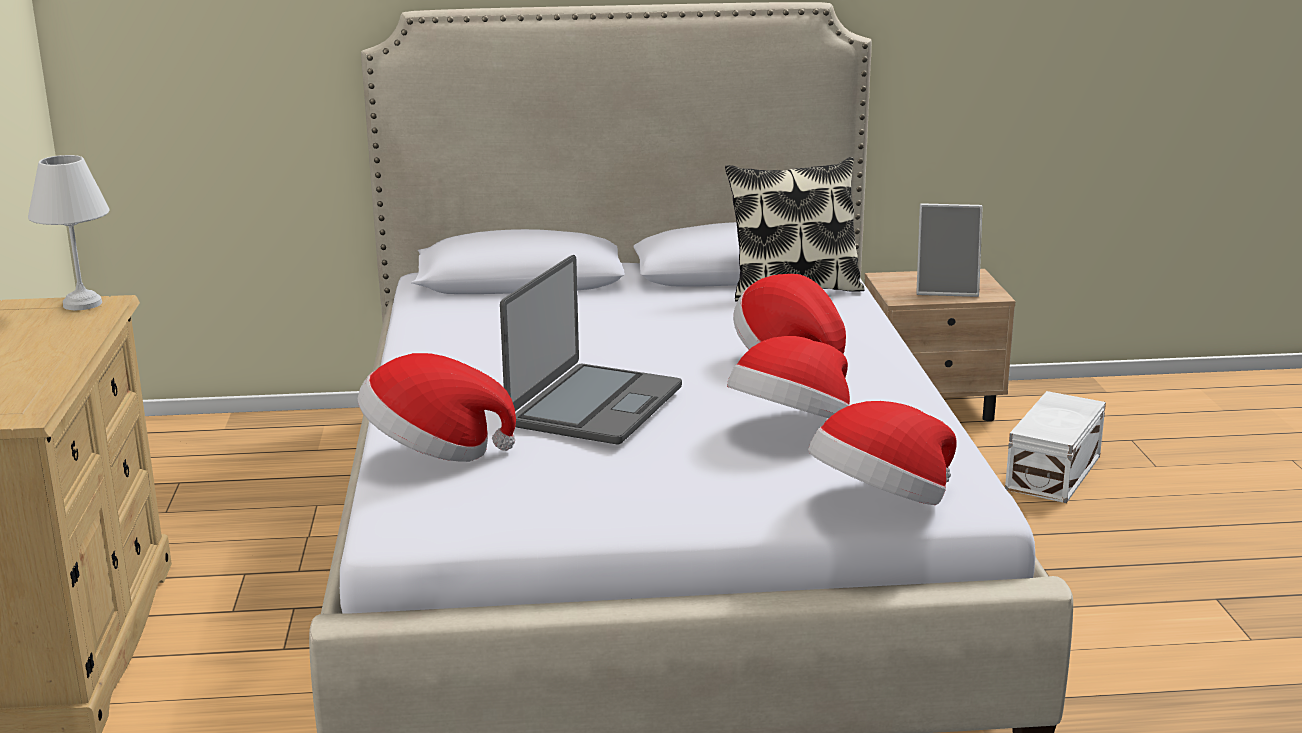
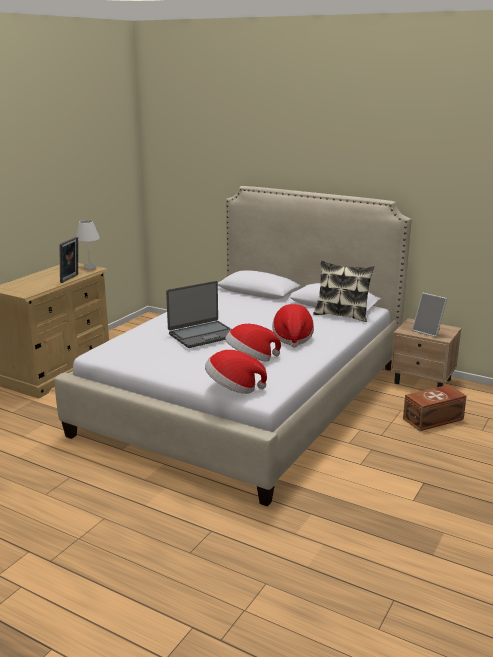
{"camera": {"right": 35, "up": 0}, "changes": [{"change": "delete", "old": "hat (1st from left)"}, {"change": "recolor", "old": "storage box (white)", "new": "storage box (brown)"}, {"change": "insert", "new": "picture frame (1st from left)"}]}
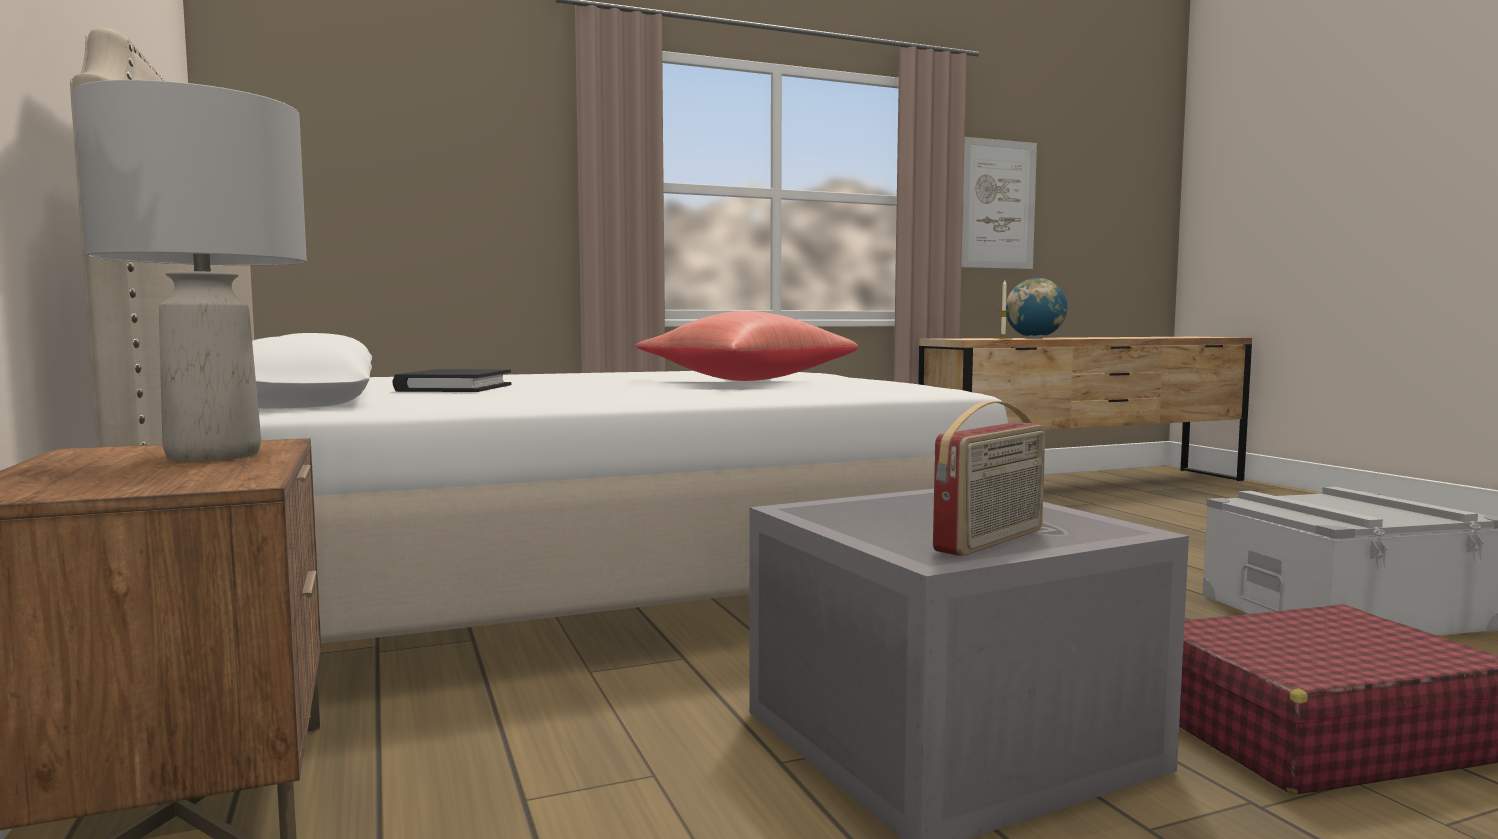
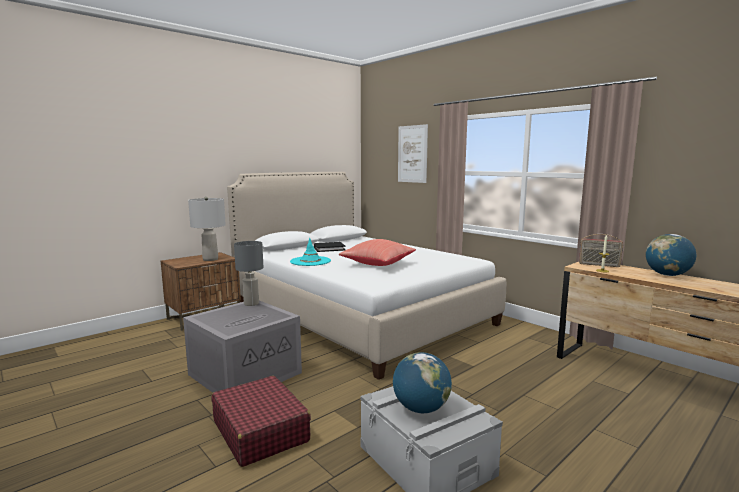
{"camera": {"right": 70, "up": 5}, "changes": [{"change": "move", "old": "radio"}, {"change": "move", "old": "picture"}, {"change": "insert", "new": "table lamp (grey) (2nd from left)"}, {"change": "insert", "new": "hat (turquoise)"}, {"change": "insert", "new": "globe (1st from left)"}]}
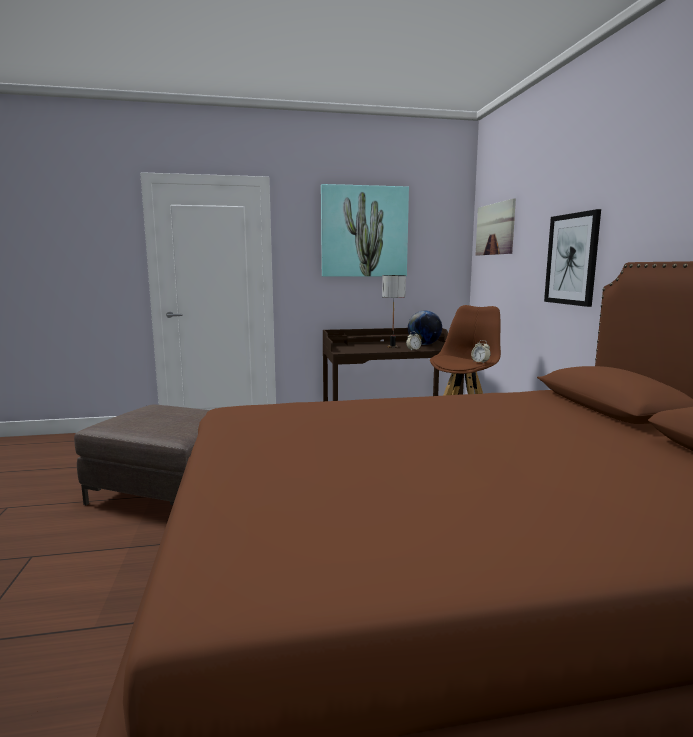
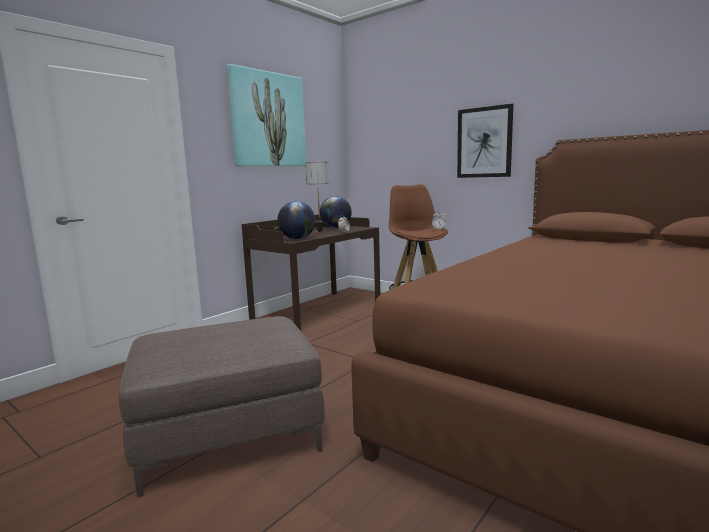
{"camera": {"right": -40, "up": 0}, "changes": [{"change": "delete", "old": "picture (2nd from left)"}, {"change": "insert", "new": "globe (1st from left)"}]}
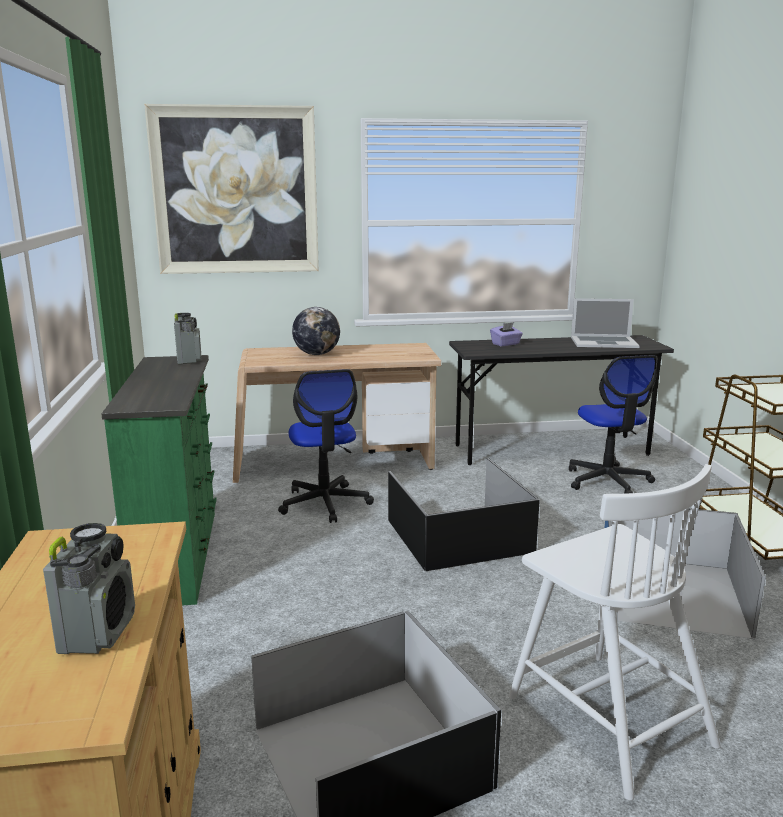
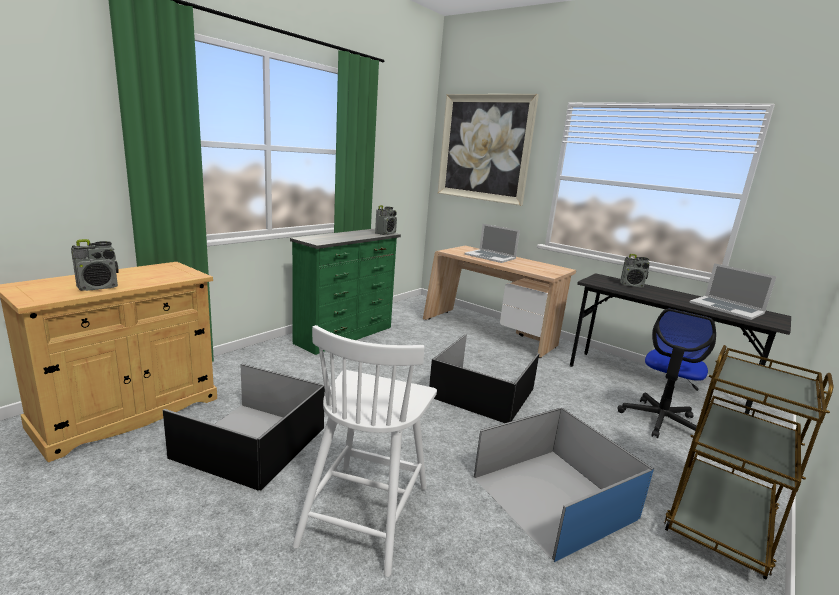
{"camera": {"right": 45, "up": 0}, "changes": [{"change": "delete", "old": "office chair (1st from left)"}, {"change": "replace", "old": "globe", "new": "laptop (1st from left)"}, {"change": "replace", "old": "tissue box (purple)", "new": "radio (3rd from left)"}]}
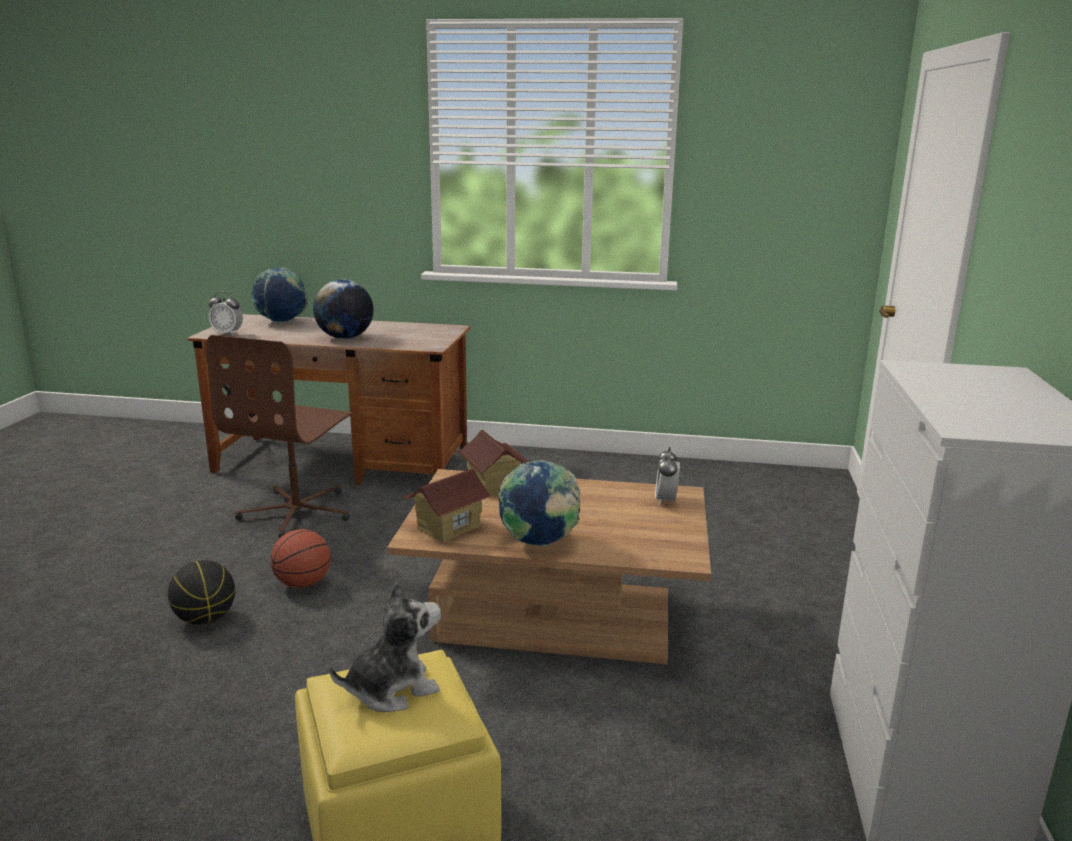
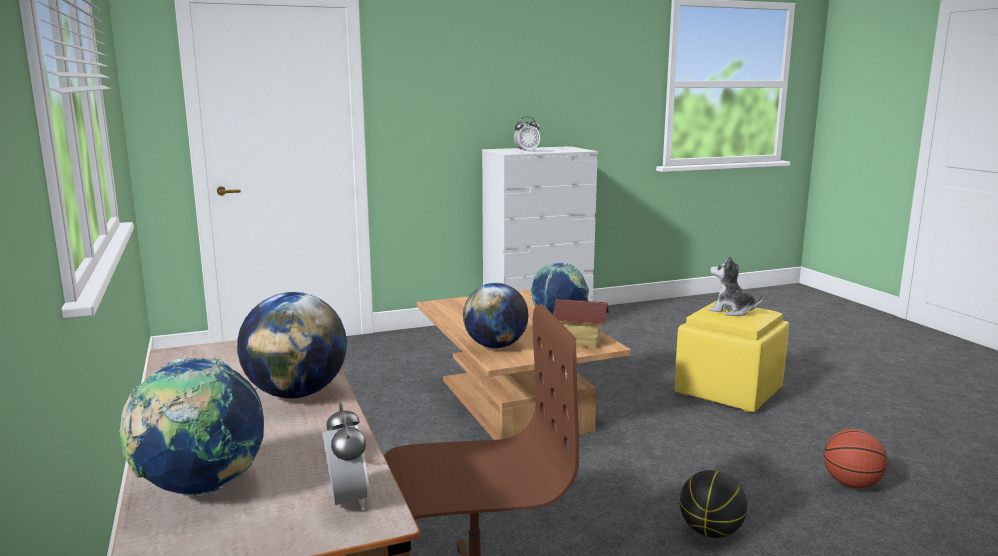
{"camera": {"right": -120, "up": -5}, "changes": [{"change": "move", "old": "basketball (2nd from left)"}, {"change": "replace", "old": "toy house (2nd from left)", "new": "globe (3rd from left)"}, {"change": "move", "old": "alarm clock (2nd from left)"}]}
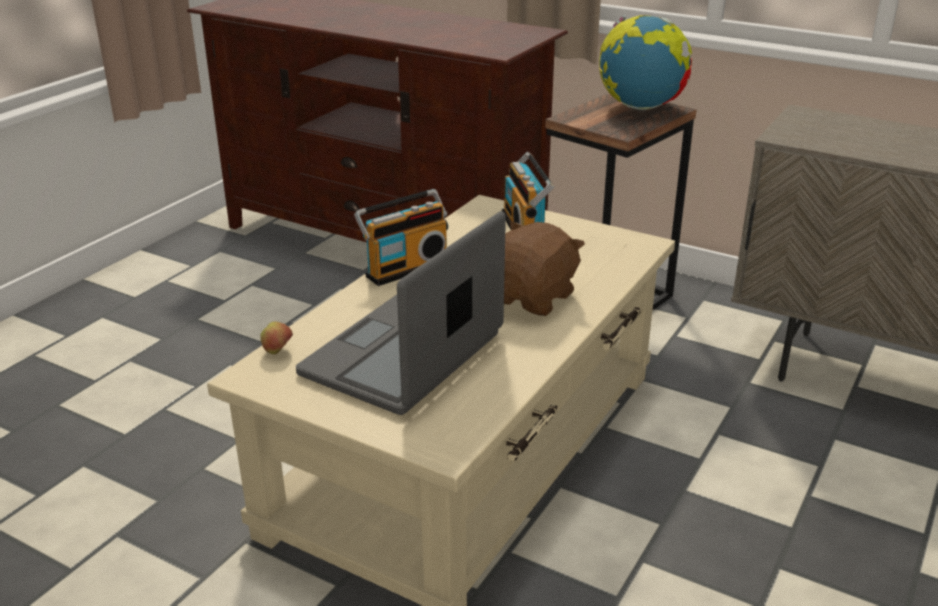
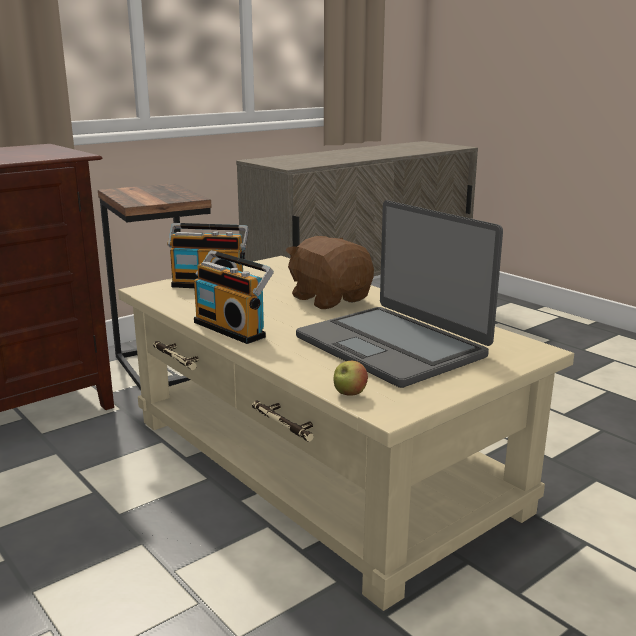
{"camera": {"right": -70, "up": -10}, "changes": [{"change": "rotate", "old": "radio (1st from left in the first image)", "degrees": 150}, {"change": "delete", "old": "globe"}]}
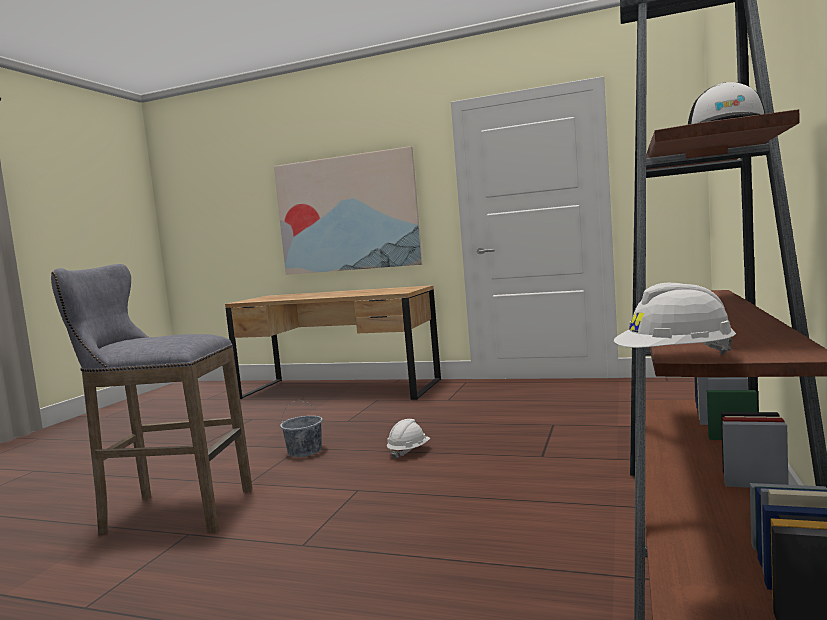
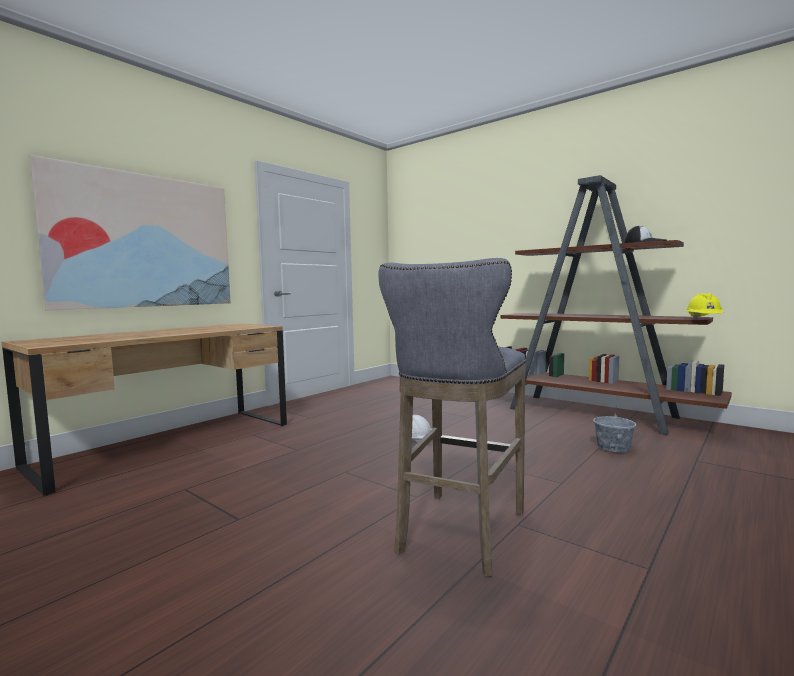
{"camera": {"right": -70, "up": 0}, "changes": [{"change": "move", "old": "bucket (grey)"}, {"change": "recolor", "old": "hard hat (white) (2nd from left)", "new": "hard hat (yellow)"}]}
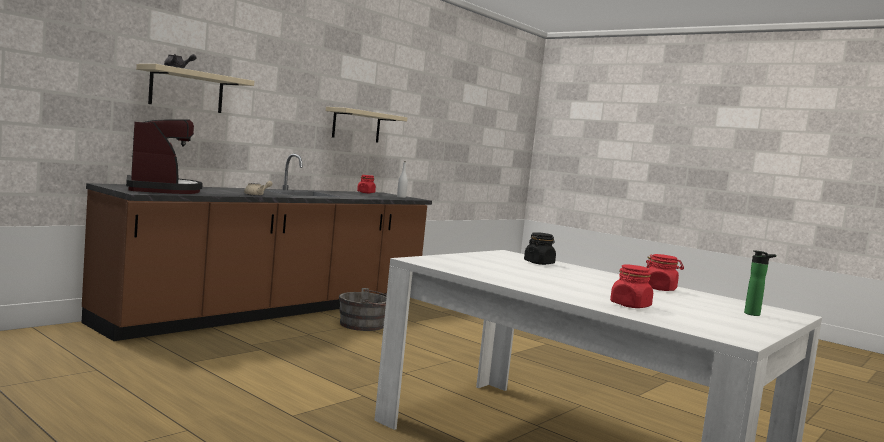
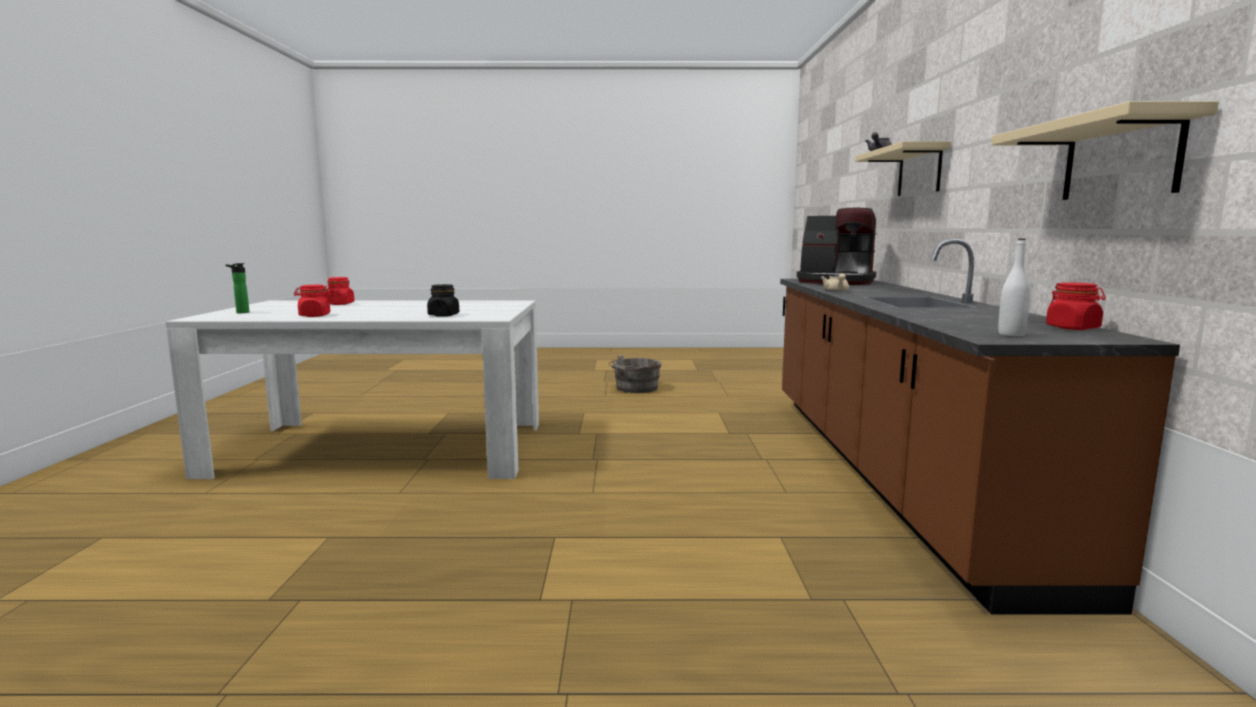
{"camera": {"right": 140, "up": 5}, "changes": [{"change": "move", "old": "bucket (grey)"}]}
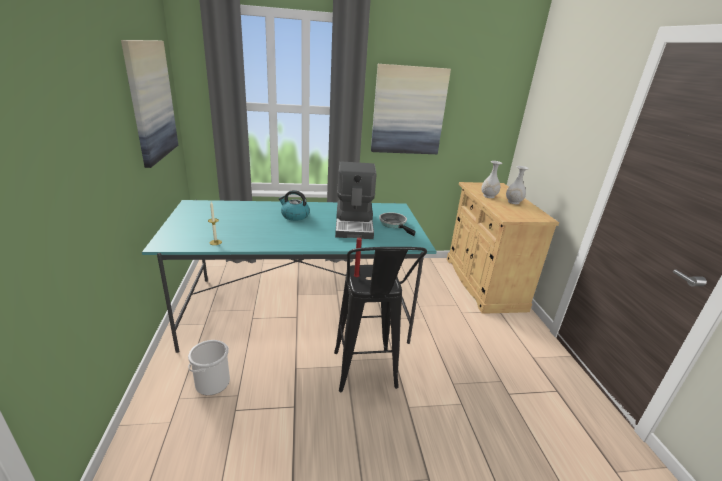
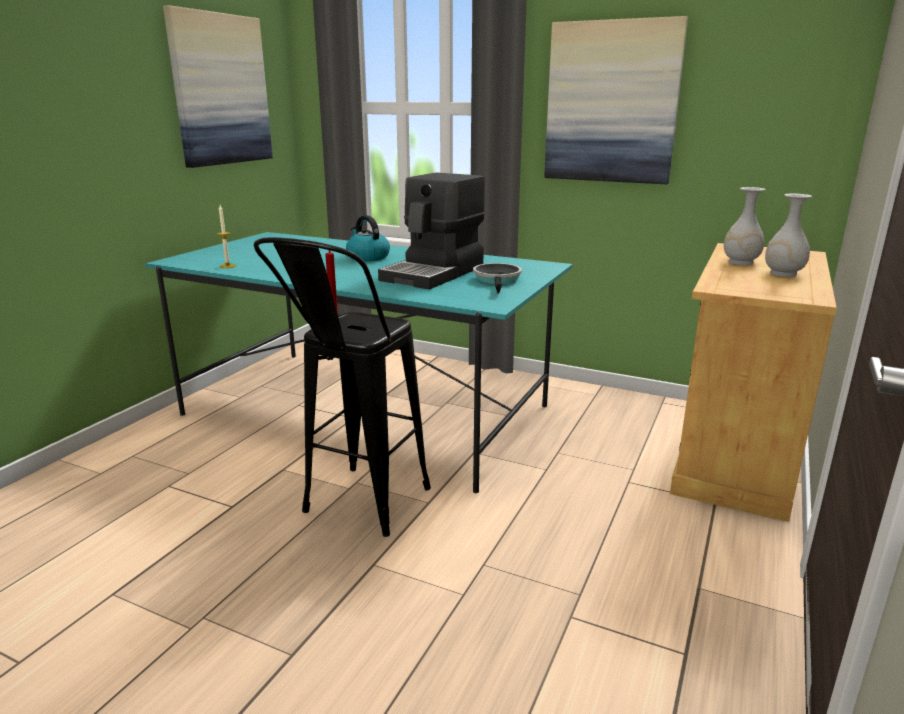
{"camera": {"right": 35, "up": -5}, "changes": [{"change": "delete", "old": "bucket"}]}
